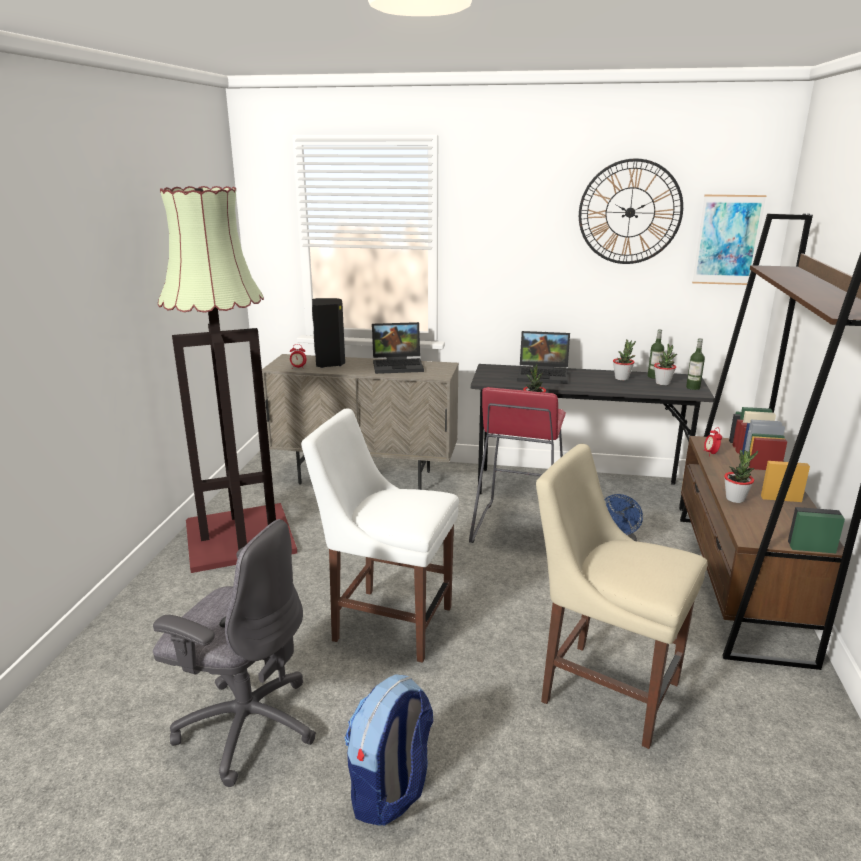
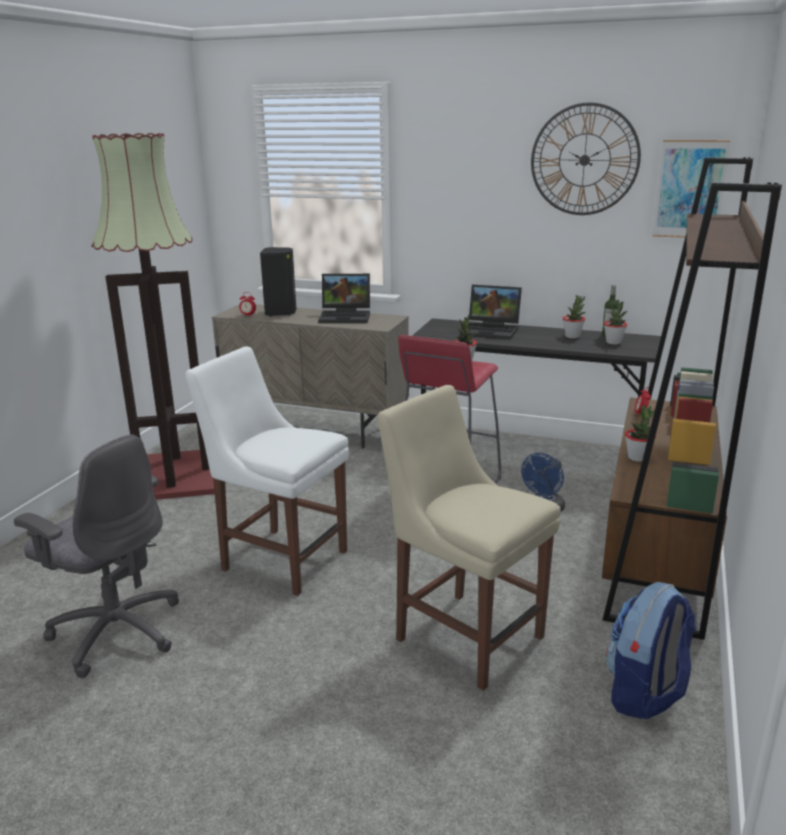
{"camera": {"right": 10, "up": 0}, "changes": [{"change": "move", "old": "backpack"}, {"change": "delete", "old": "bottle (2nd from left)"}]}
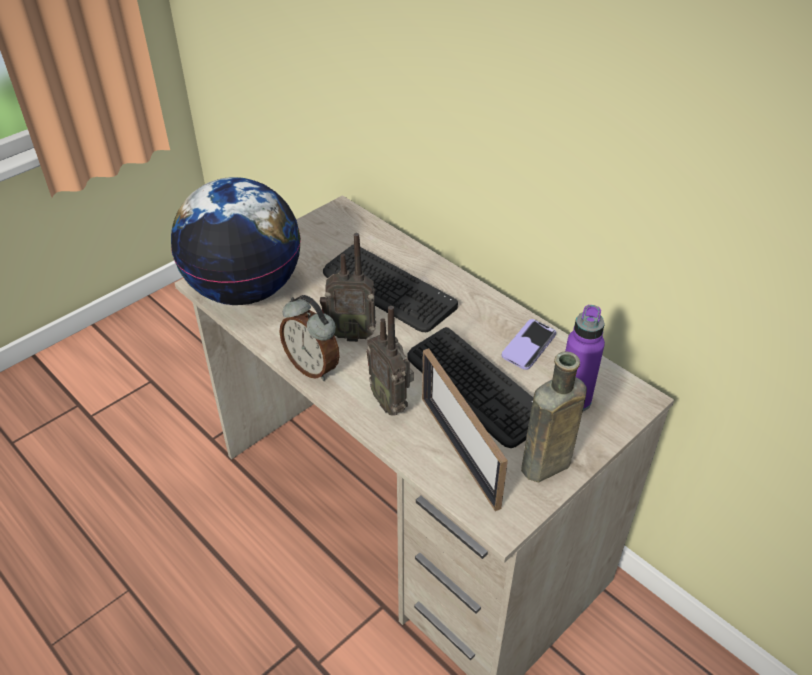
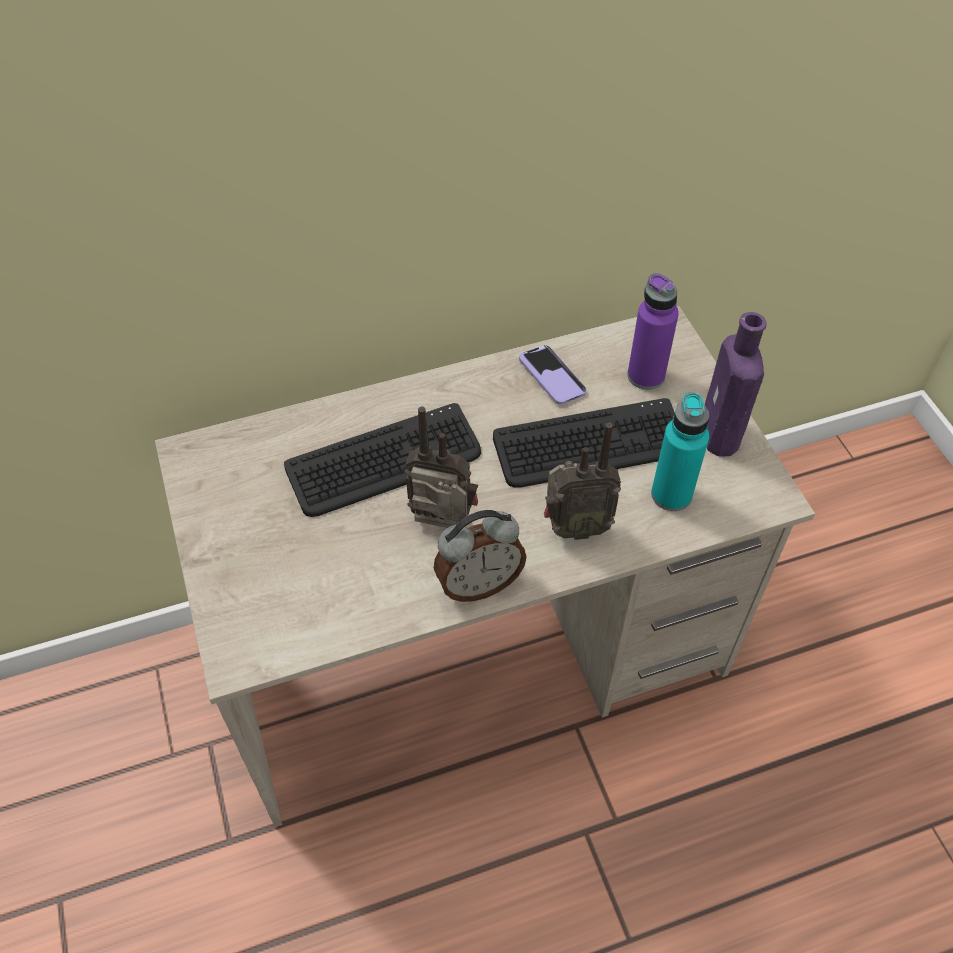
{"camera": {"right": -65, "up": 10}, "changes": [{"change": "delete", "old": "globe"}, {"change": "rotate", "old": "radio (1st from left)", "degrees": -105}, {"change": "replace", "old": "picture frame", "new": "bottle (turquoise)"}, {"change": "recolor", "old": "bottle (brown)", "new": "bottle (purple) (2nd from left)"}]}
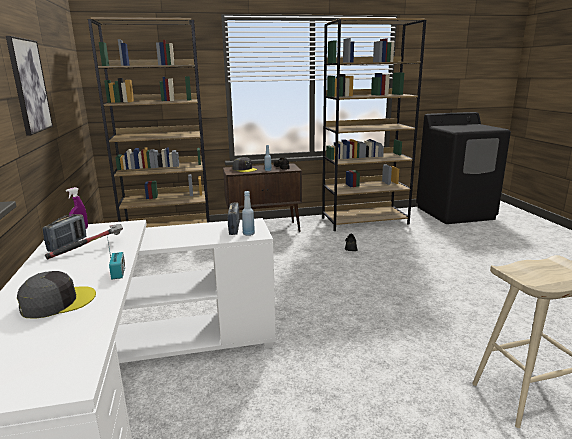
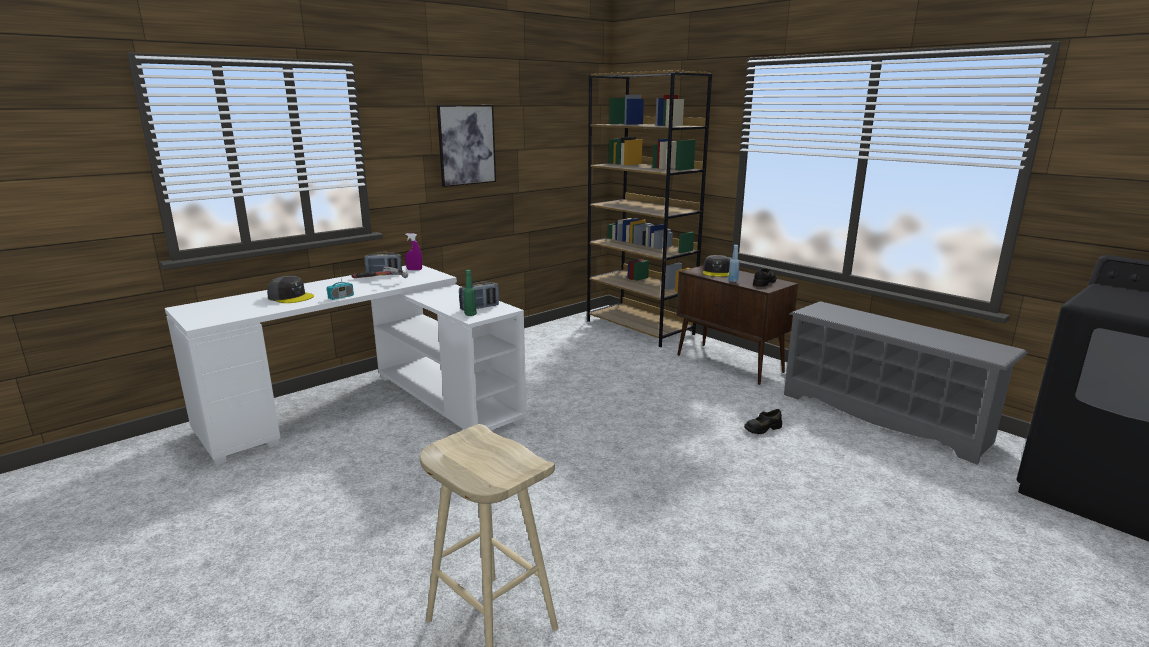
{"camera": {"right": 60, "up": 0}, "changes": [{"change": "recolor", "old": "bottle (blue) (1st from left)", "new": "bottle (green)"}, {"change": "replace", "old": "bookcase (brown) (2nd from left)", "new": "shoe rack (grey)"}]}
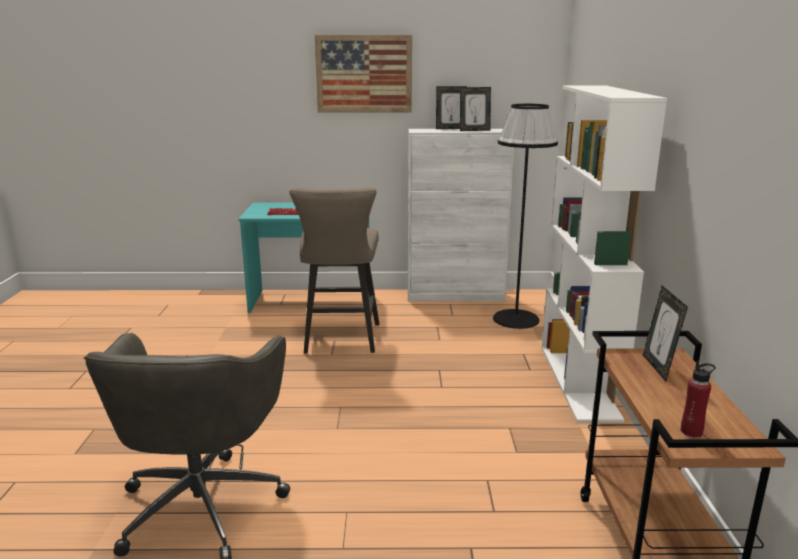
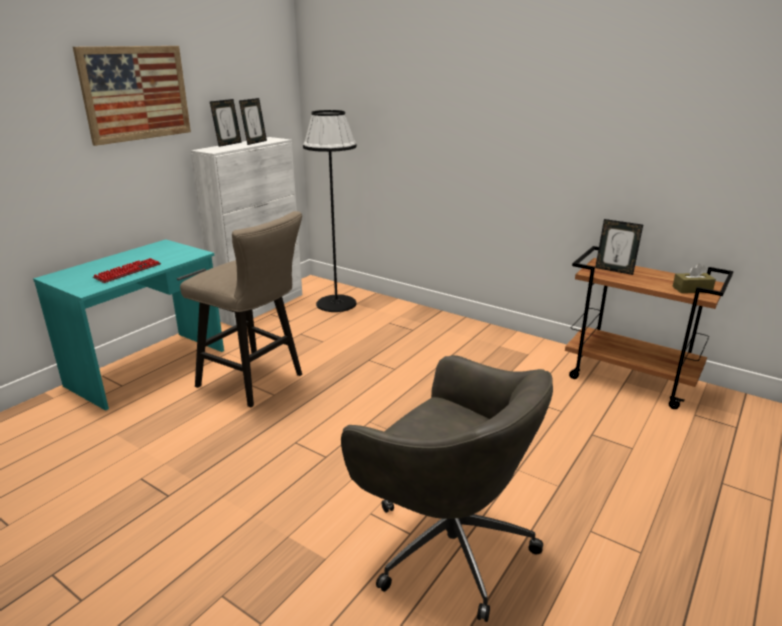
{"camera": {"right": -55, "up": 5}, "changes": [{"change": "delete", "old": "bookcase (white)"}, {"change": "replace", "old": "bottle (red)", "new": "tissue box (brown)"}]}
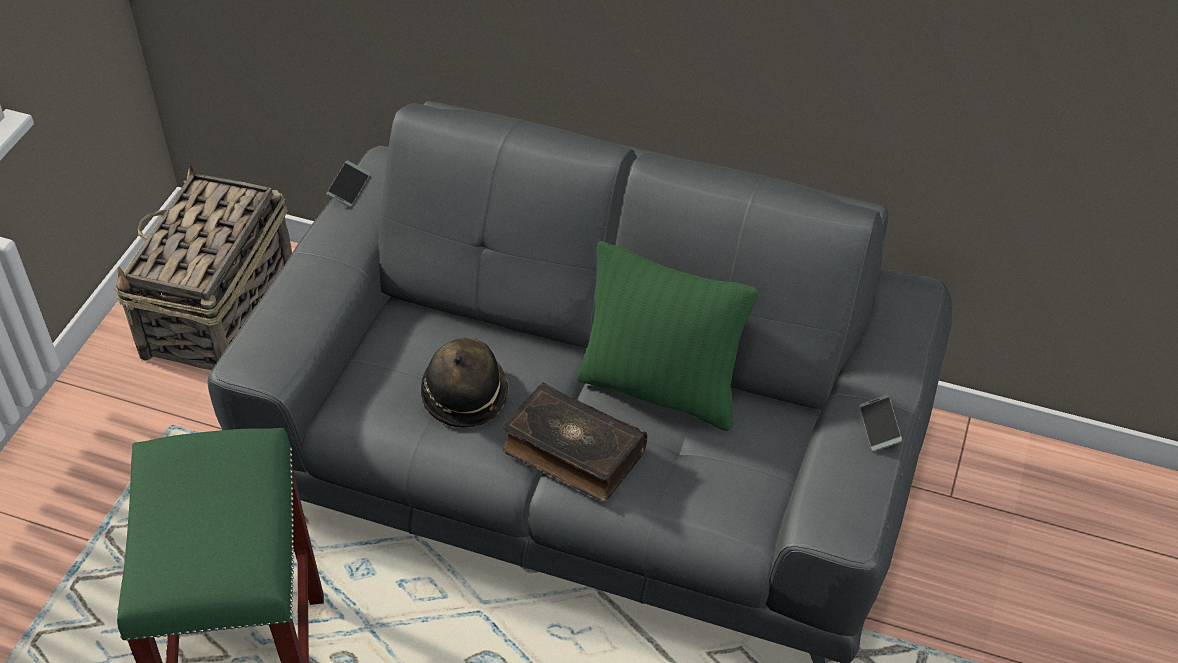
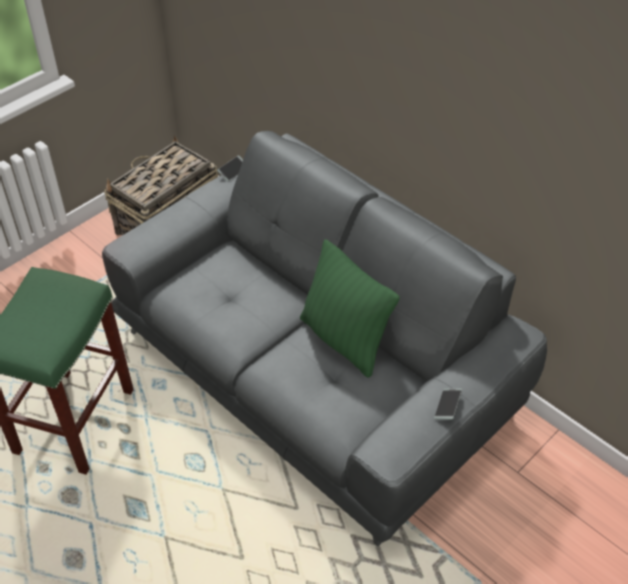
{"camera": {"right": 25, "up": 0}, "changes": [{"change": "delete", "old": "hat"}, {"change": "delete", "old": "book"}]}
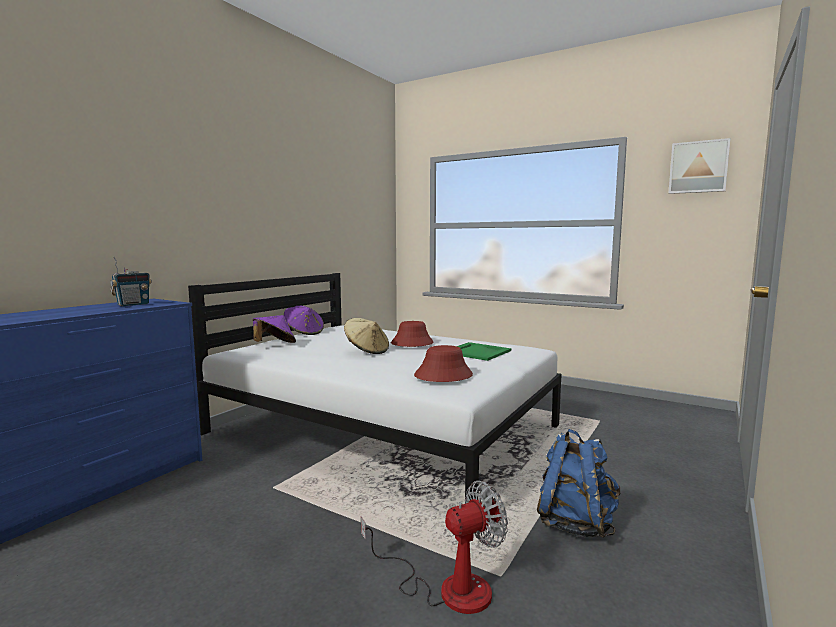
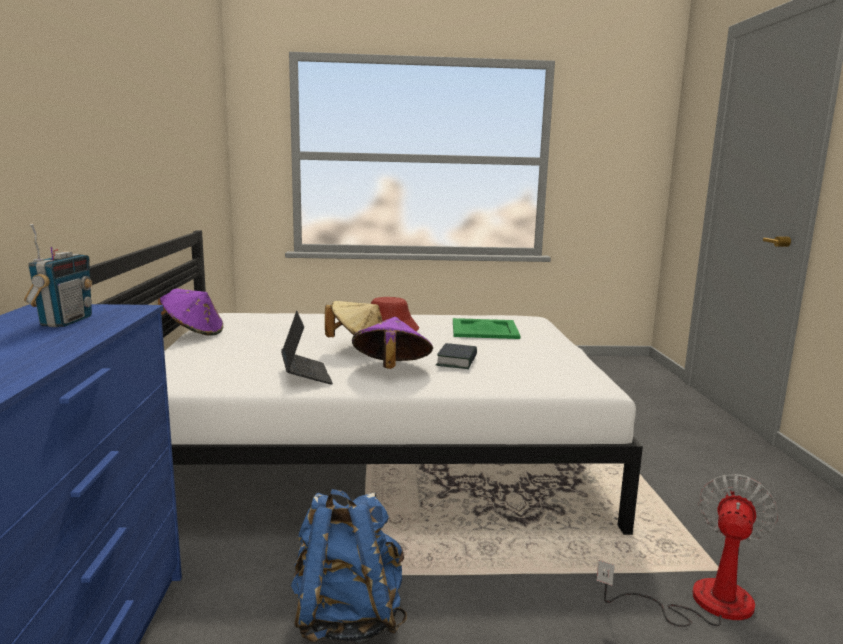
{"camera": {"right": -35, "up": 5}, "changes": [{"change": "move", "old": "hat (purple) (1st from left in the first image)", "new": "hat (purple) (2nd from left)"}, {"change": "delete", "old": "hat (red) (2nd from left)"}, {"change": "move", "old": "backpack (blue)"}, {"change": "delete", "old": "picture"}, {"change": "insert", "new": "laptop"}, {"change": "insert", "new": "book"}]}
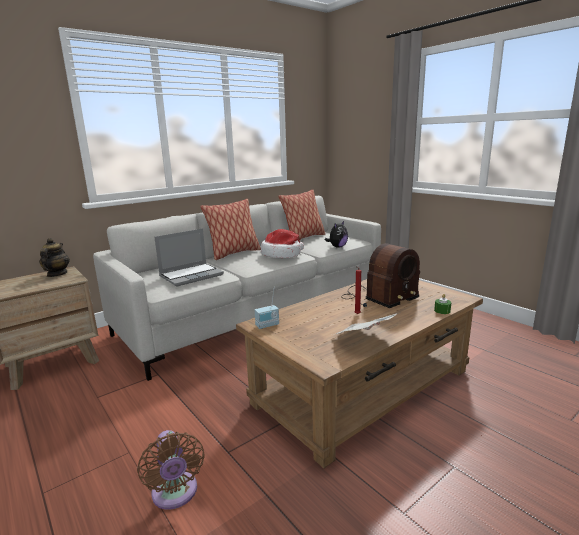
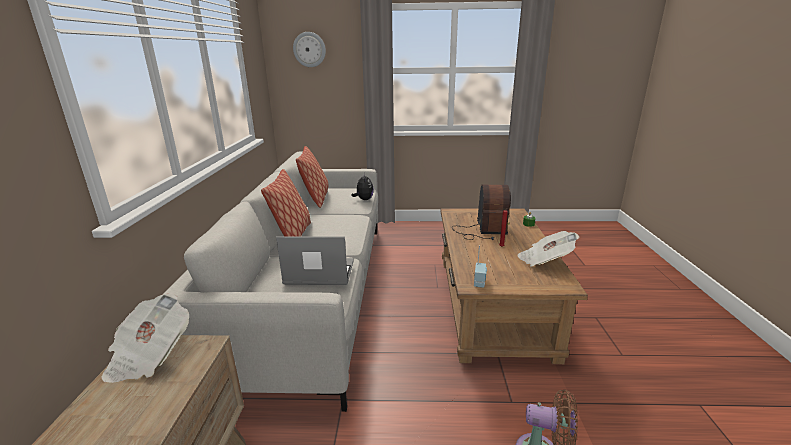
{"camera": {"right": -50, "up": 5}, "changes": [{"change": "replace", "old": "teapot", "new": "newspaper (1st from left)"}, {"change": "rotate", "old": "laptop", "degrees": -90}, {"change": "delete", "old": "hat"}, {"change": "insert", "new": "wall clock"}]}
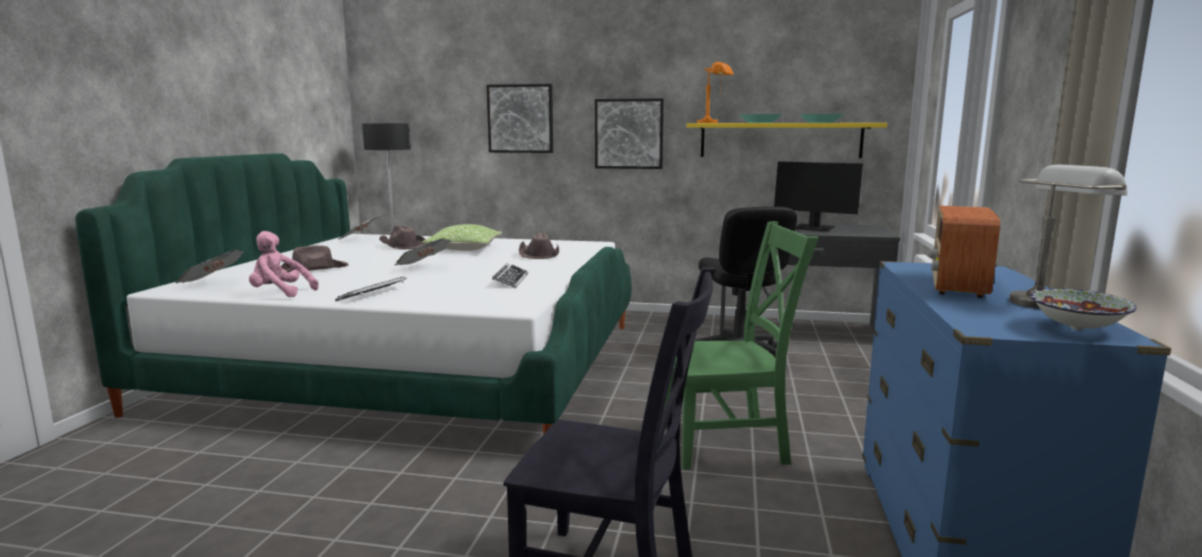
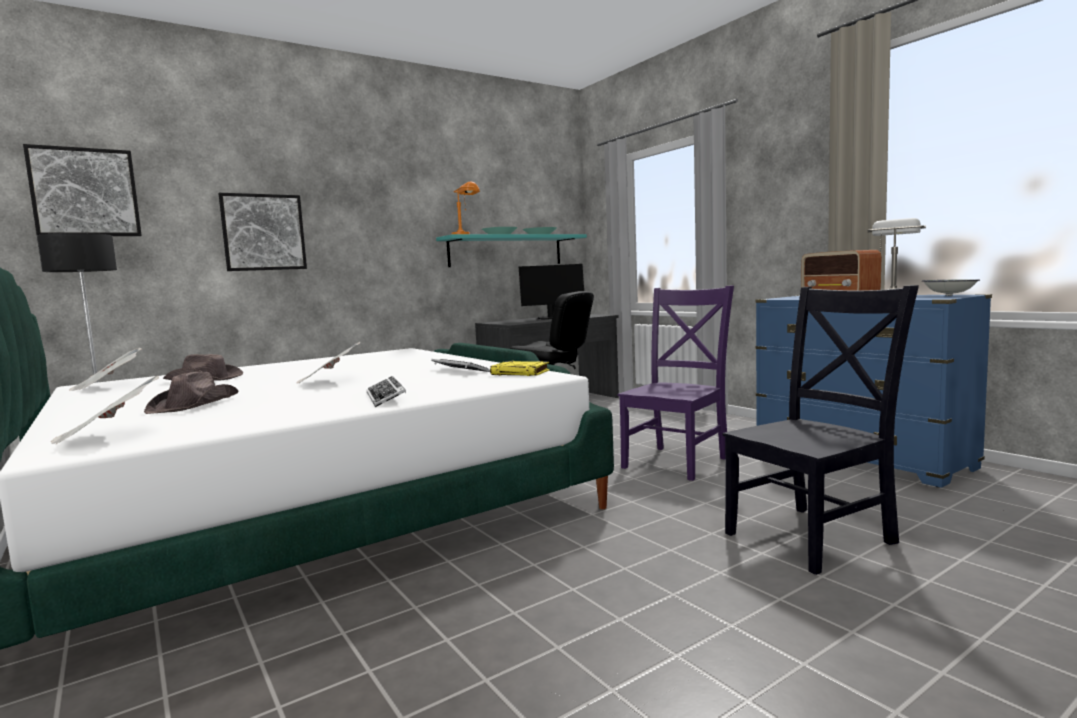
{"camera": {"right": -45, "up": -5}, "changes": [{"change": "delete", "old": "plush toy (pink)"}, {"change": "delete", "old": "pillow"}, {"change": "delete", "old": "hat (brown) (3rd from left)"}, {"change": "move", "old": "picture (2nd from left in the first image)", "new": "picture (1st from left)"}, {"change": "recolor", "old": "chair (green)", "new": "chair (purple)"}, {"change": "recolor", "old": "shelf (yellow)", "new": "shelf (turquoise)"}, {"change": "insert", "new": "book (yellow)"}]}
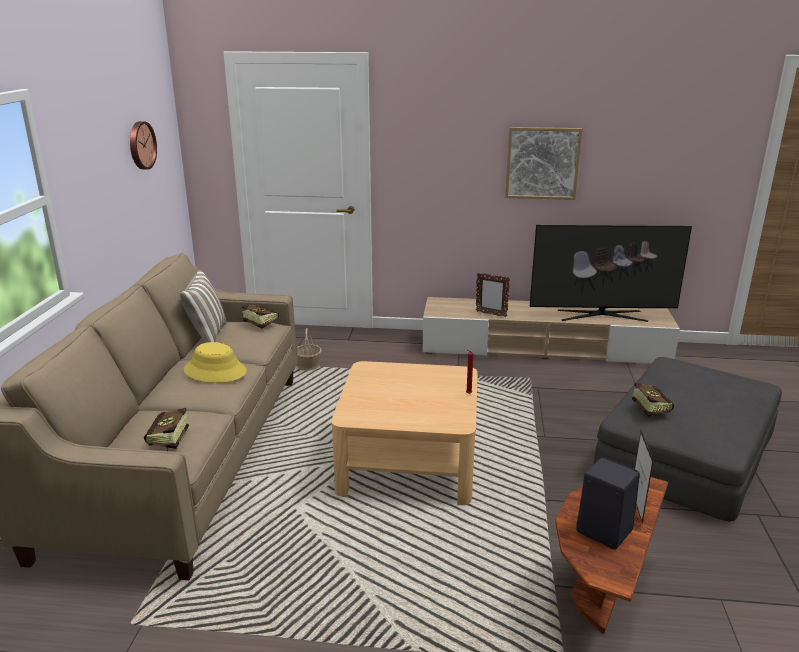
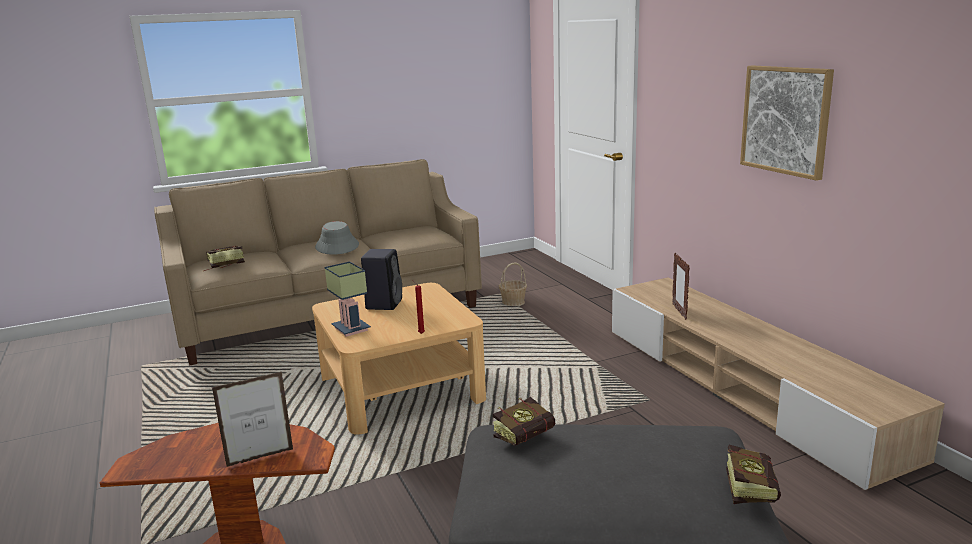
{"camera": {"right": 60, "up": -5}, "changes": [{"change": "delete", "old": "wall clock"}, {"change": "delete", "old": "pillow"}, {"change": "recolor", "old": "hat (yellow)", "new": "hat (grey)"}, {"change": "move", "old": "book (2nd from left in the first image)", "new": "book (3rd from left)"}, {"change": "delete", "old": "television"}, {"change": "move", "old": "speaker (black)"}, {"change": "insert", "new": "table lamp"}]}
